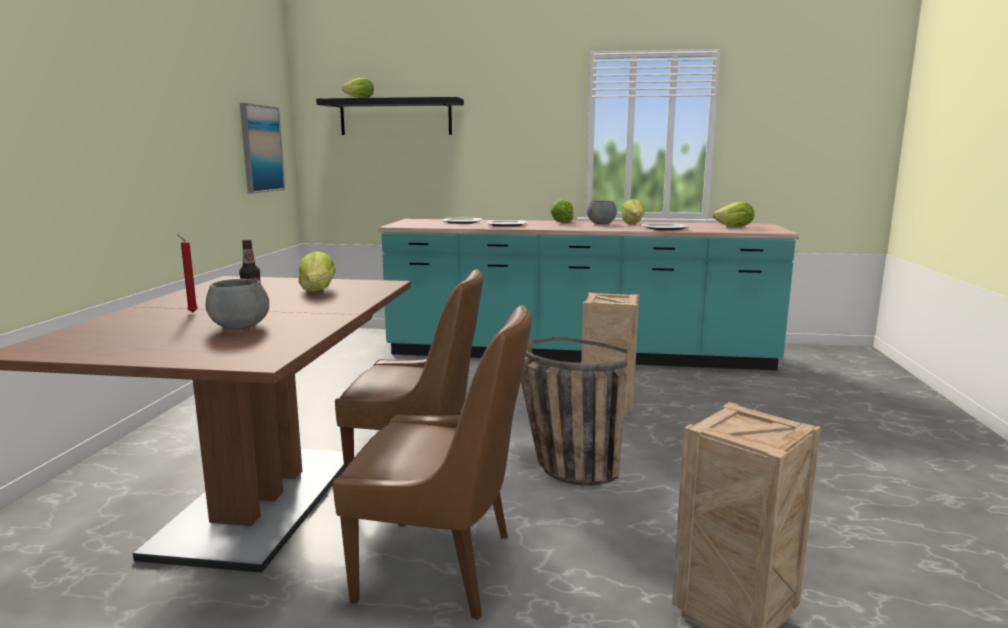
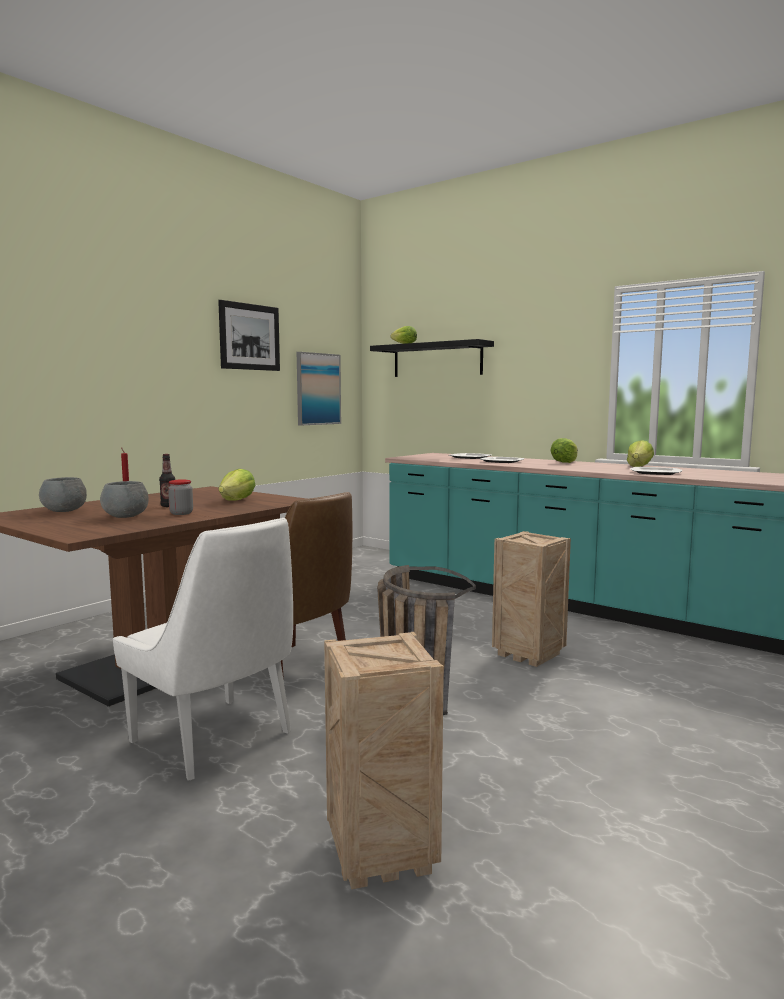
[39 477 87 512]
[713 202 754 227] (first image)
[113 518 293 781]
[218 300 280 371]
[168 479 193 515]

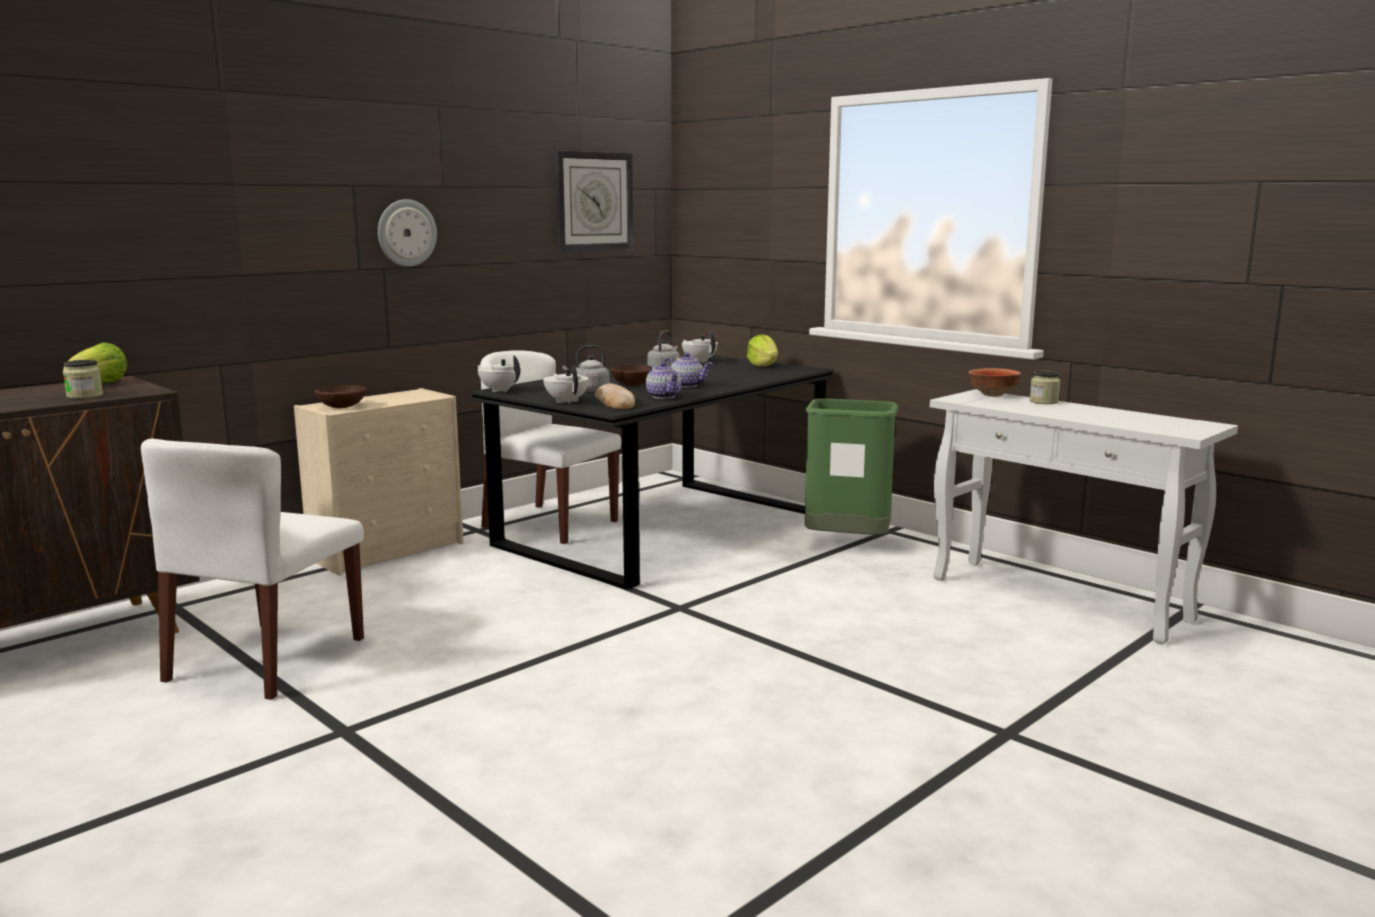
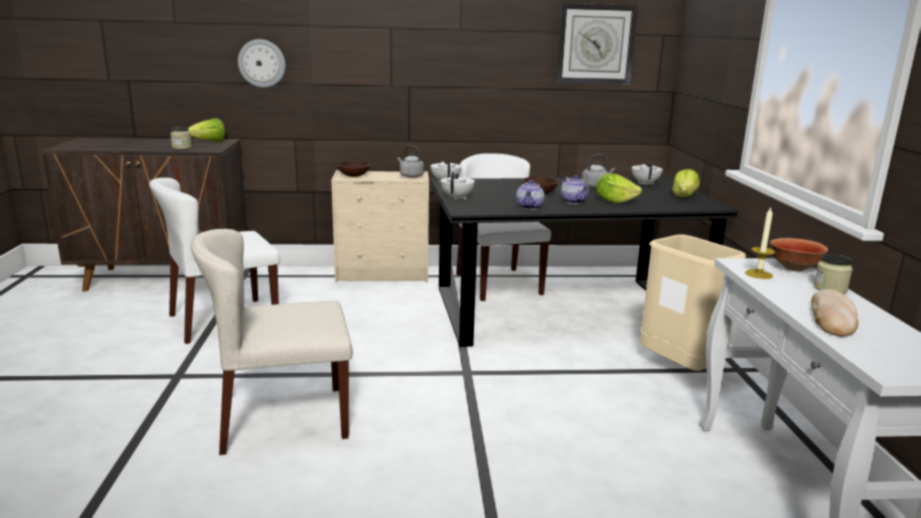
[238 39 285 88]
[397 146 424 178]
[811 289 858 337]
[640 234 746 371]
[596 173 642 203]
[745 207 775 279]
[191 229 353 455]

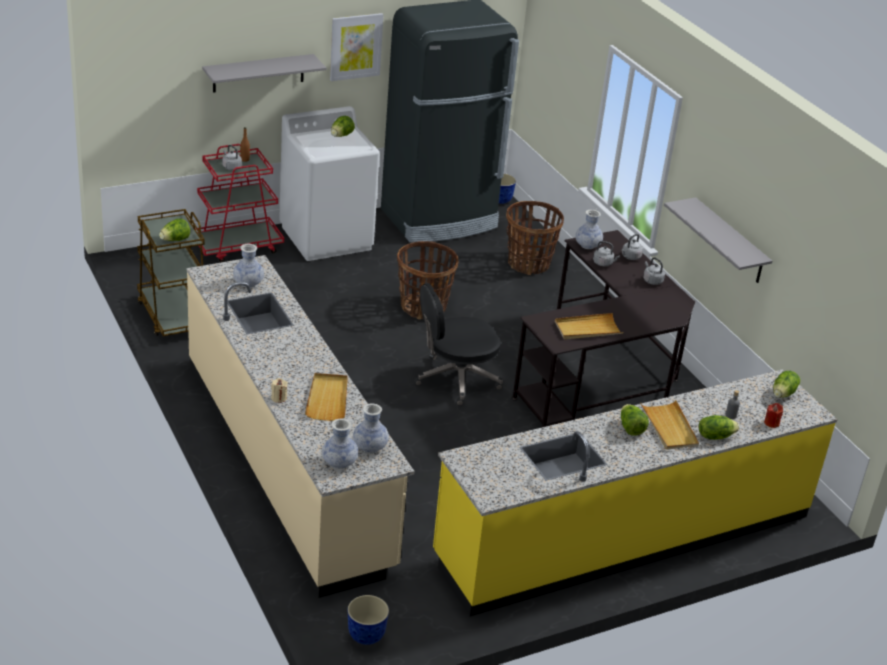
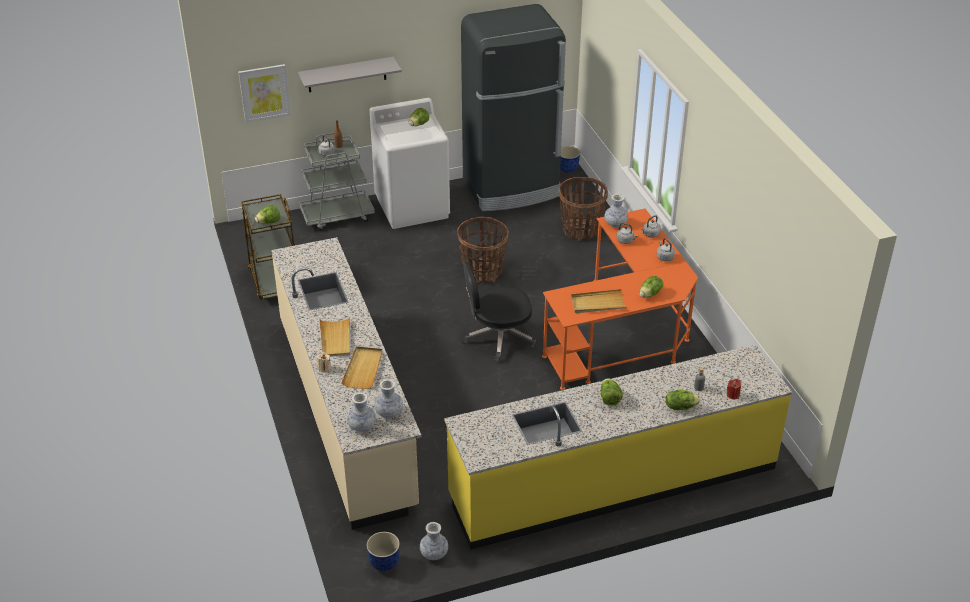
[239 64 291 123]
[299 133 375 231]
[664 197 772 283] (first image)
[542 209 698 390]
[420 522 448 560]
[639 276 663 297]
[319 317 350 357]

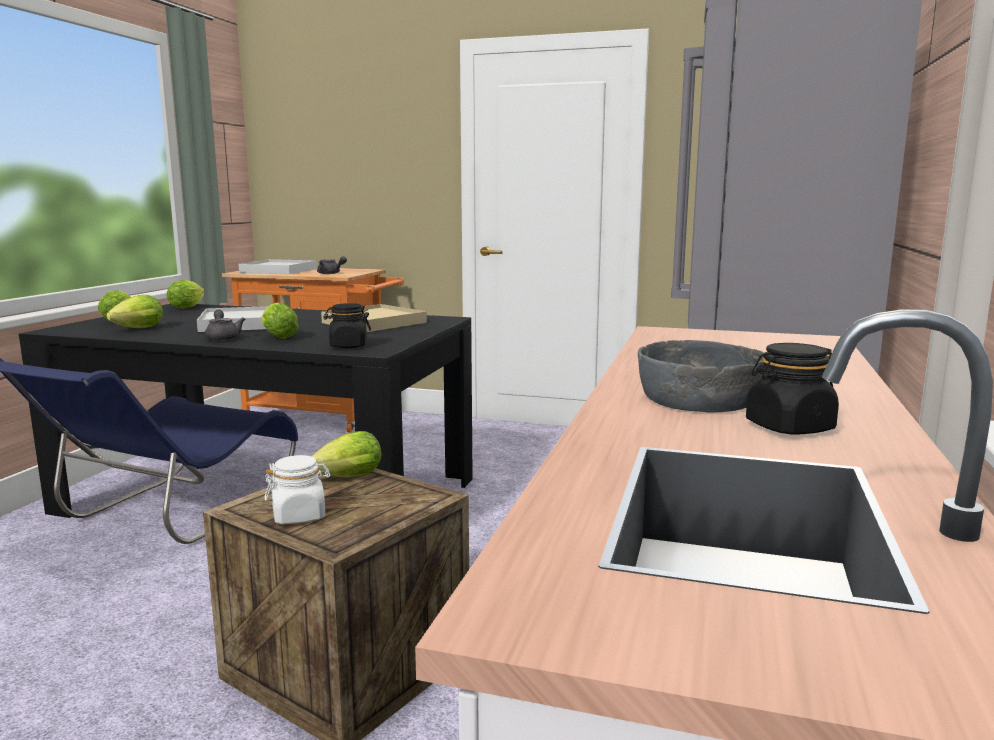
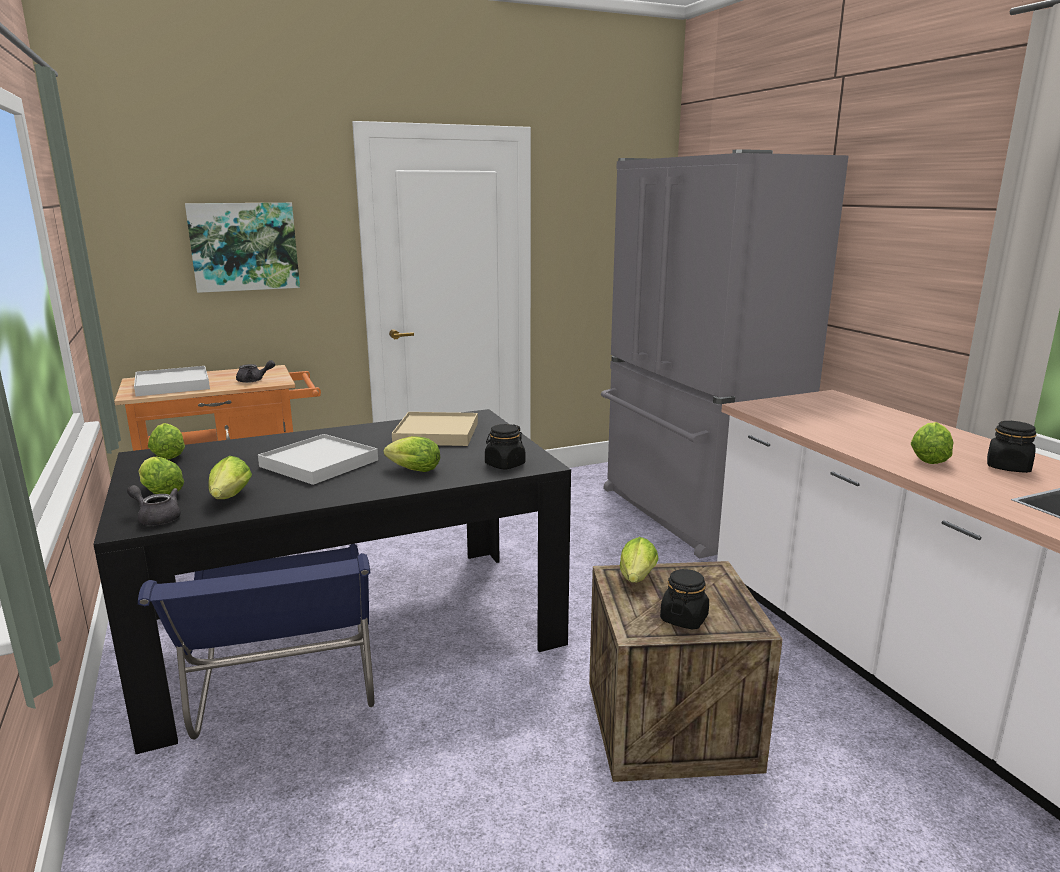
[127 485 181 525]
[911 422 953 464]
[660 569 709 630]
[185 203 300 293]

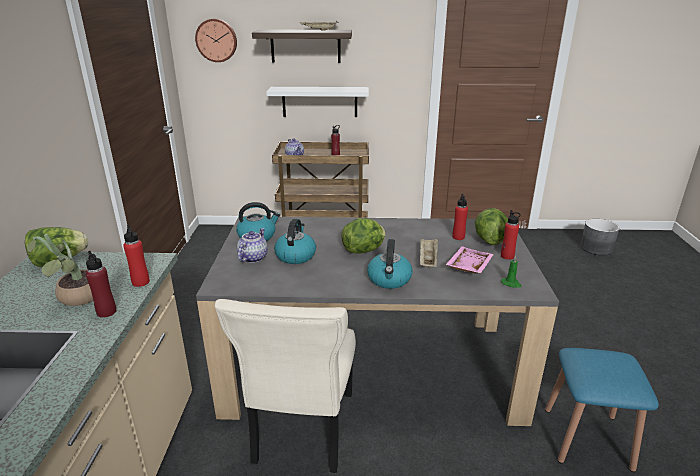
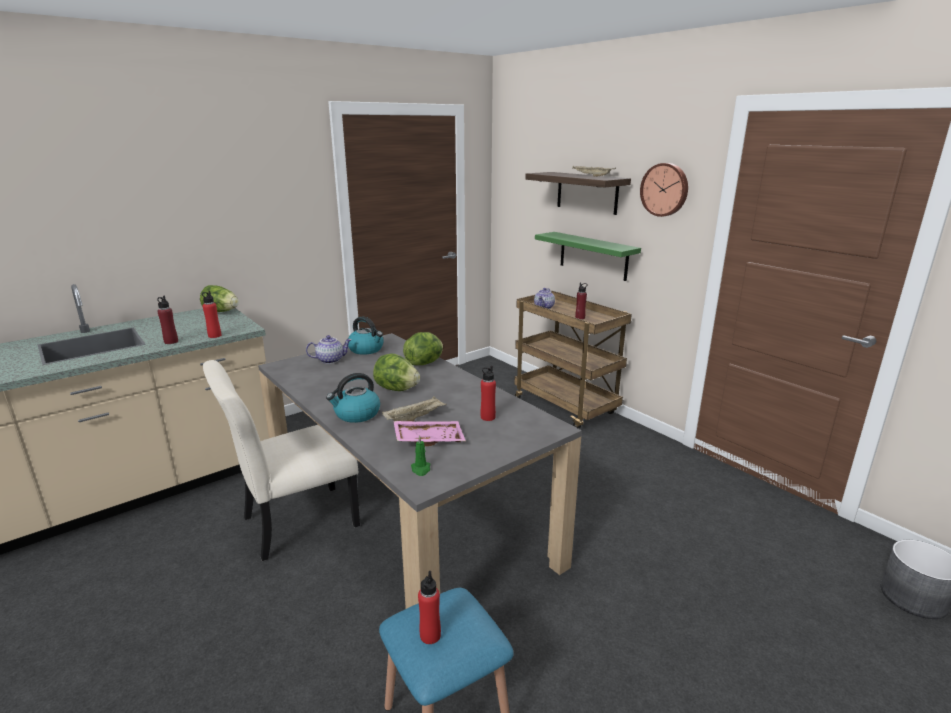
[640 163 688 217]
[535 232 641 281]
[403 332 443 365]
[418 571 441 644]
[274 219 316 264] (first image)
[27 234 93 306] (first image)

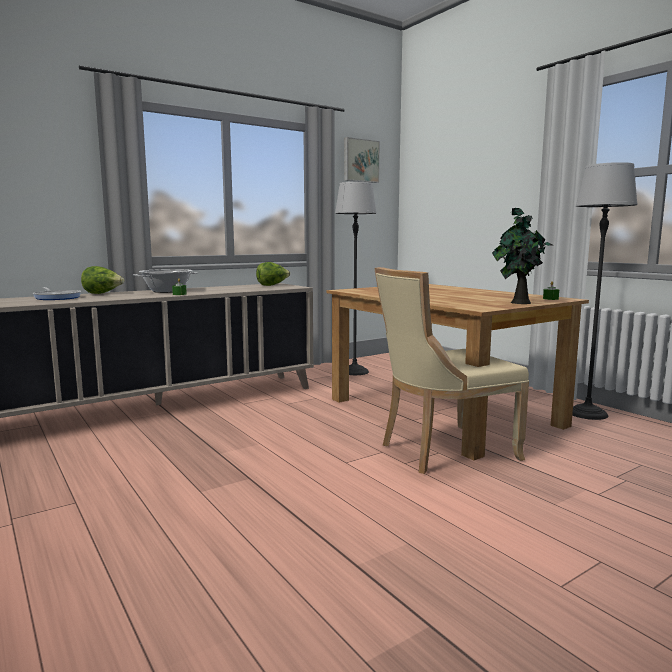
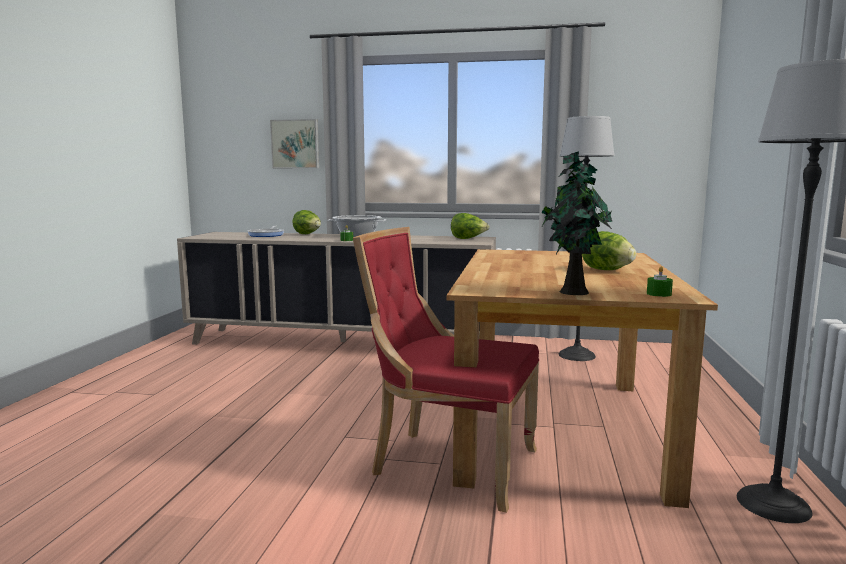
[270 119 319 168]
[353 227 539 513]
[582 231 636 270]

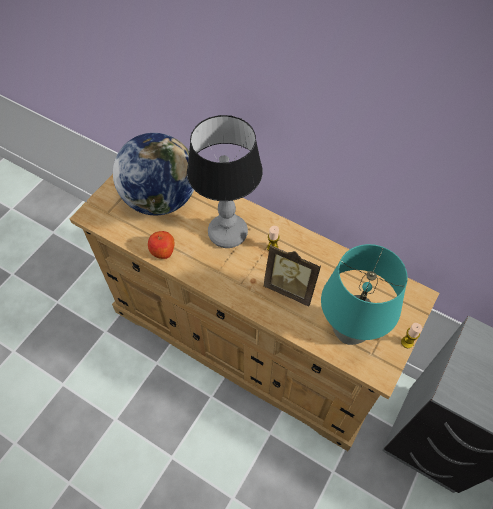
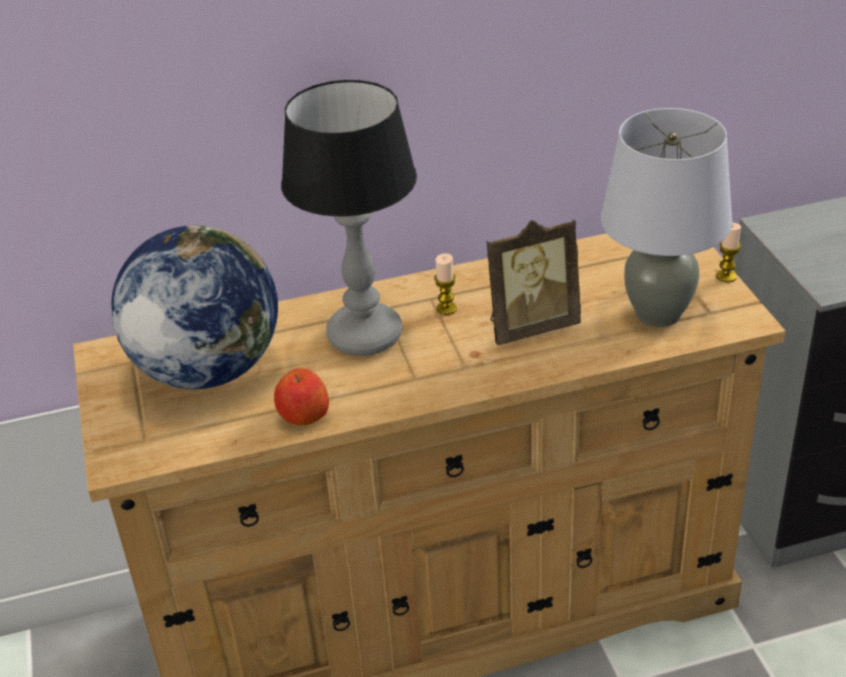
[601 108 732 327]

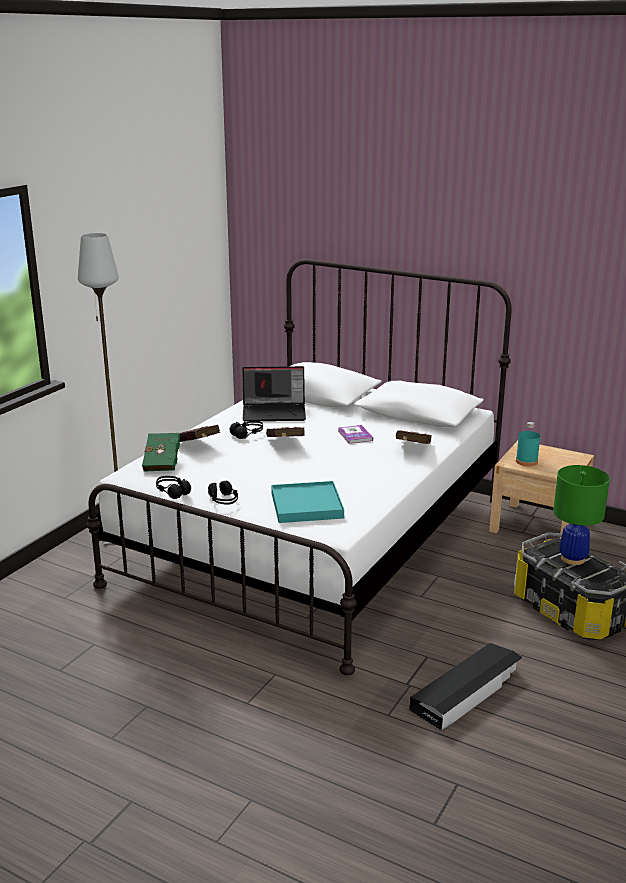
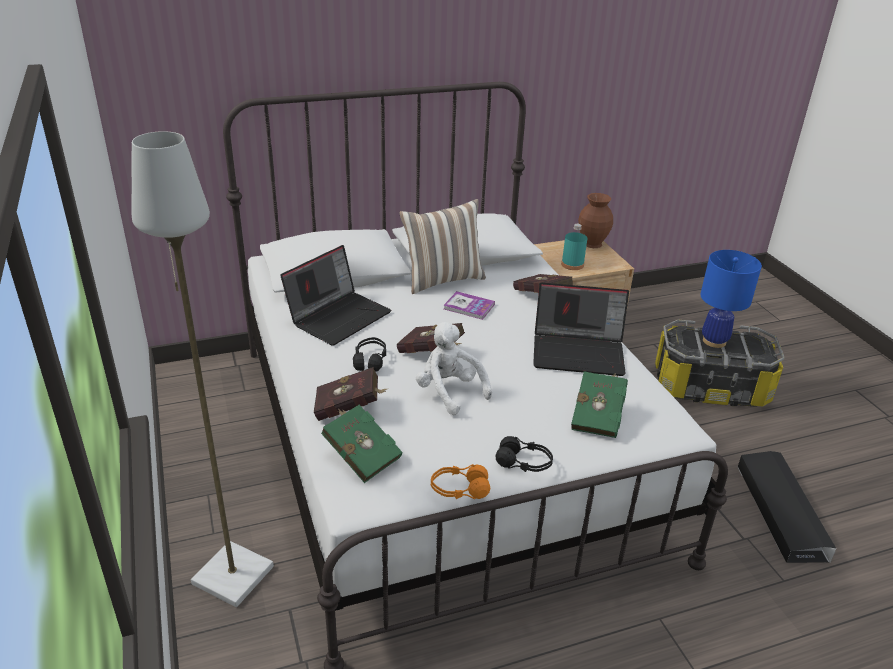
[700 250 762 348]
[431 464 490 499]
[571 371 628 438]
[578 193 613 248]
[400 199 486 294]
[533 283 629 376]
[416 322 492 415]

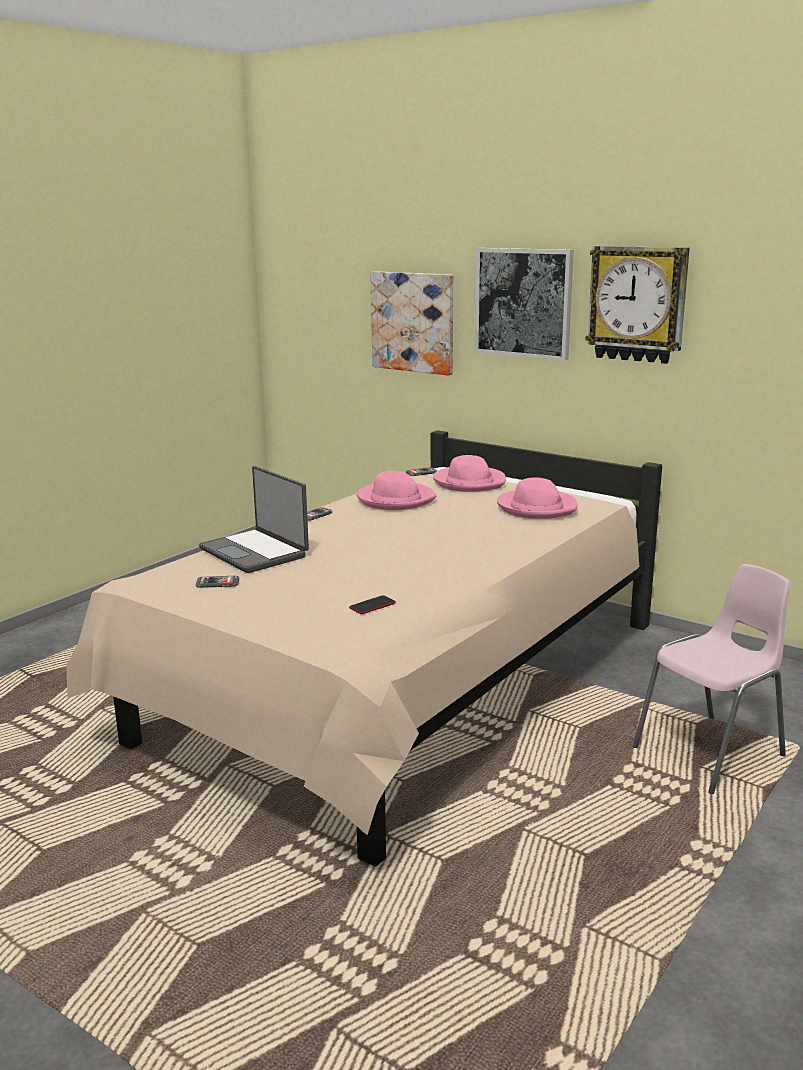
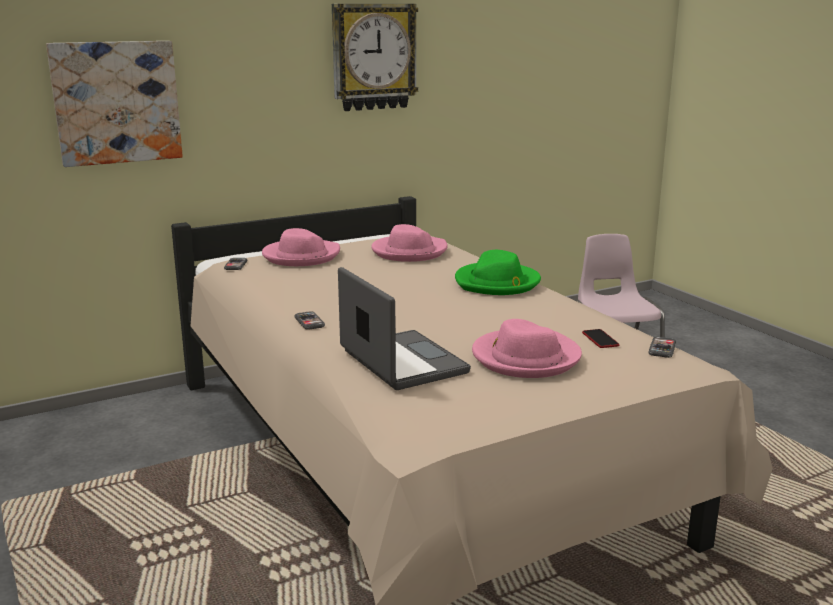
[475 248 574 361] (first image)
[338 267 471 390]
[472 319 582 378]
[648 337 676 358]
[455 250 541 295]

